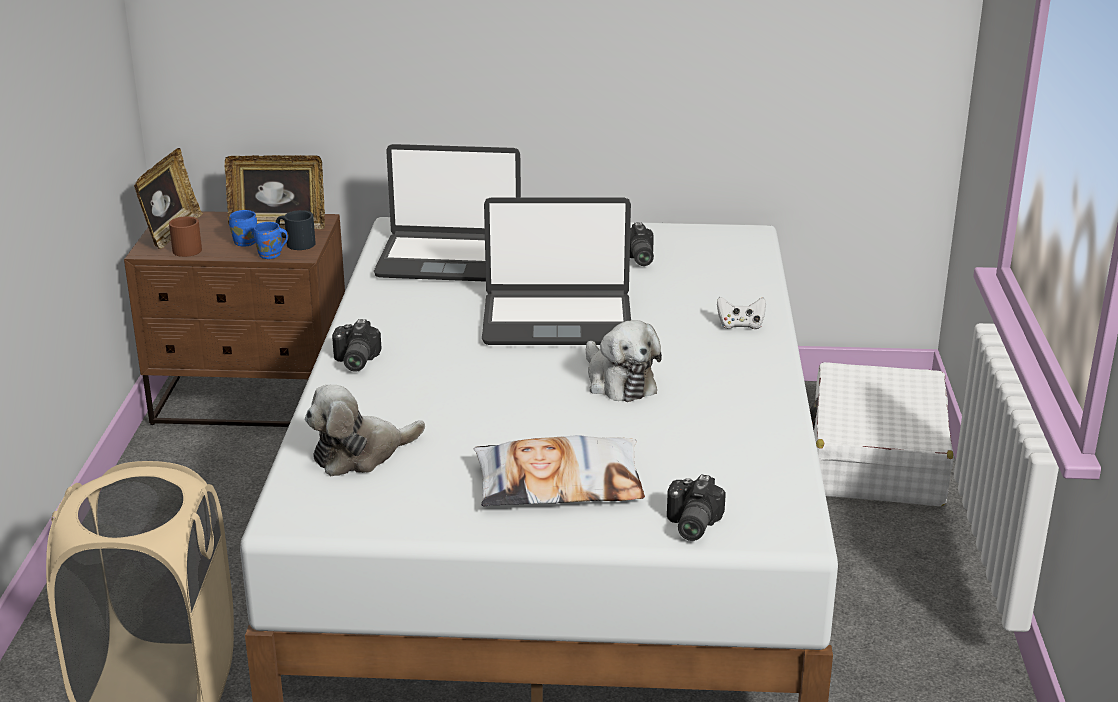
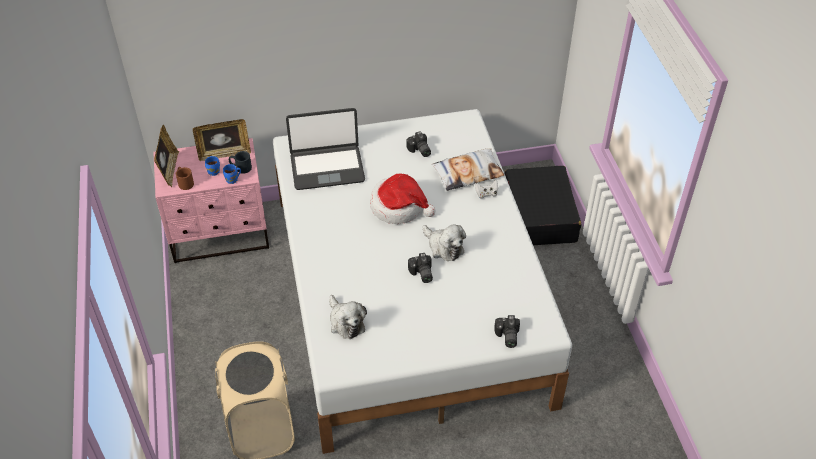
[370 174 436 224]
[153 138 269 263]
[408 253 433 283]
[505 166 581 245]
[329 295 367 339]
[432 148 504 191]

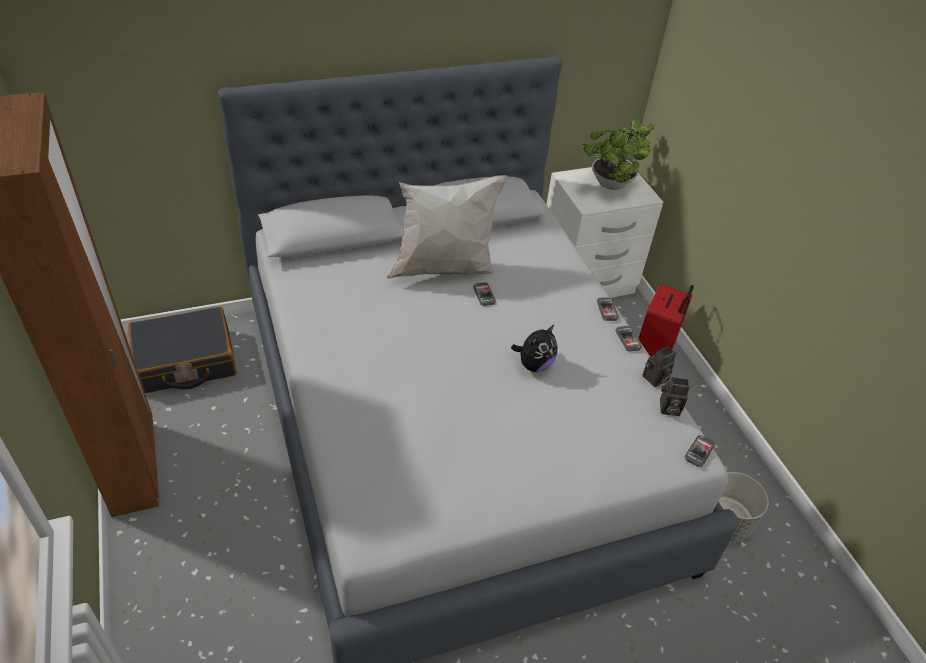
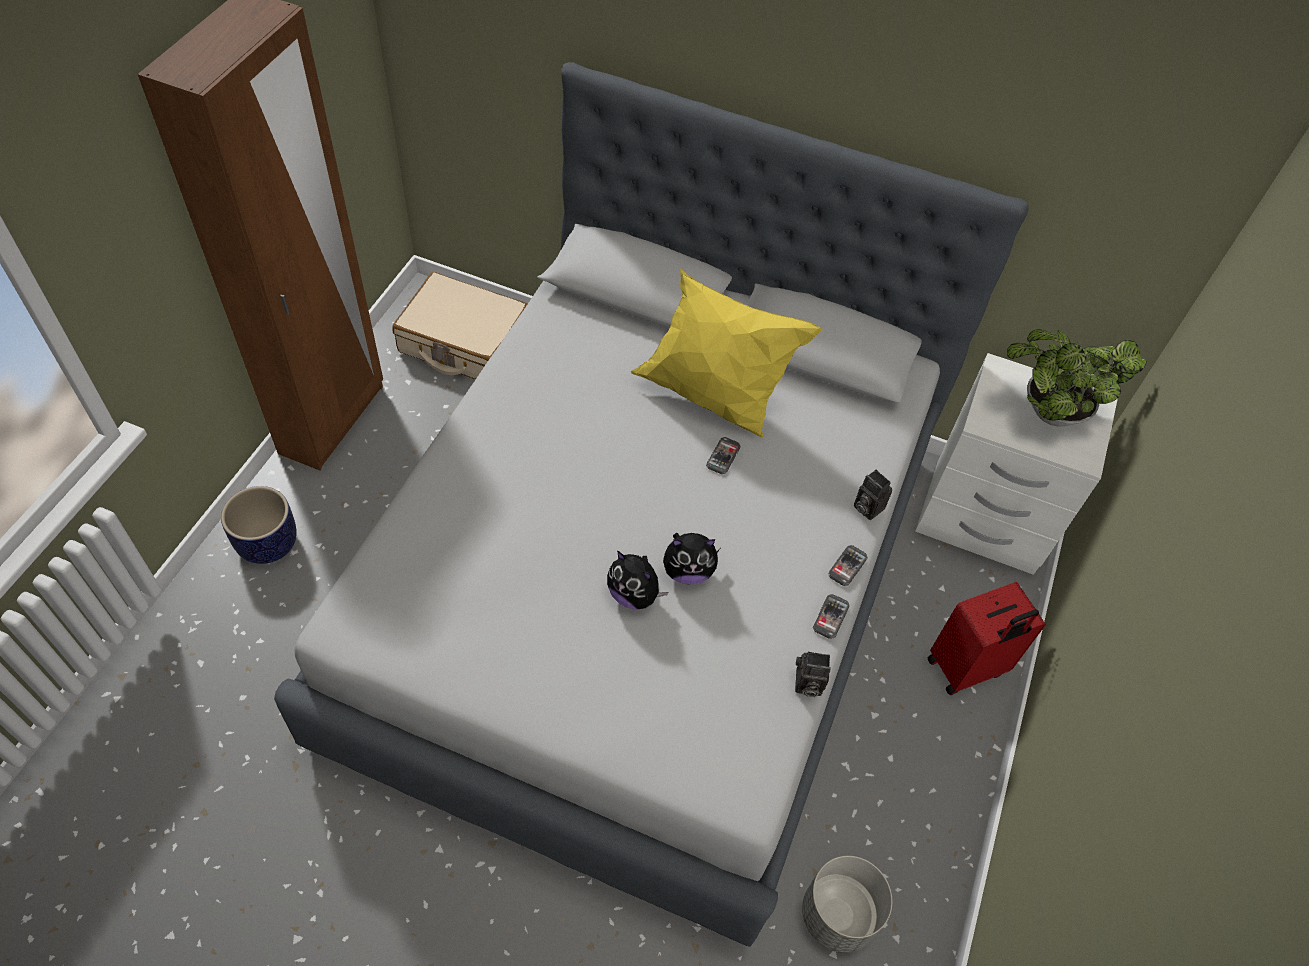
[631 268 822 438]
[393 272 527 380]
[853 470 892 520]
[685 435 715 467] (first image)
[221 486 297 564]
[607 551 668 610]

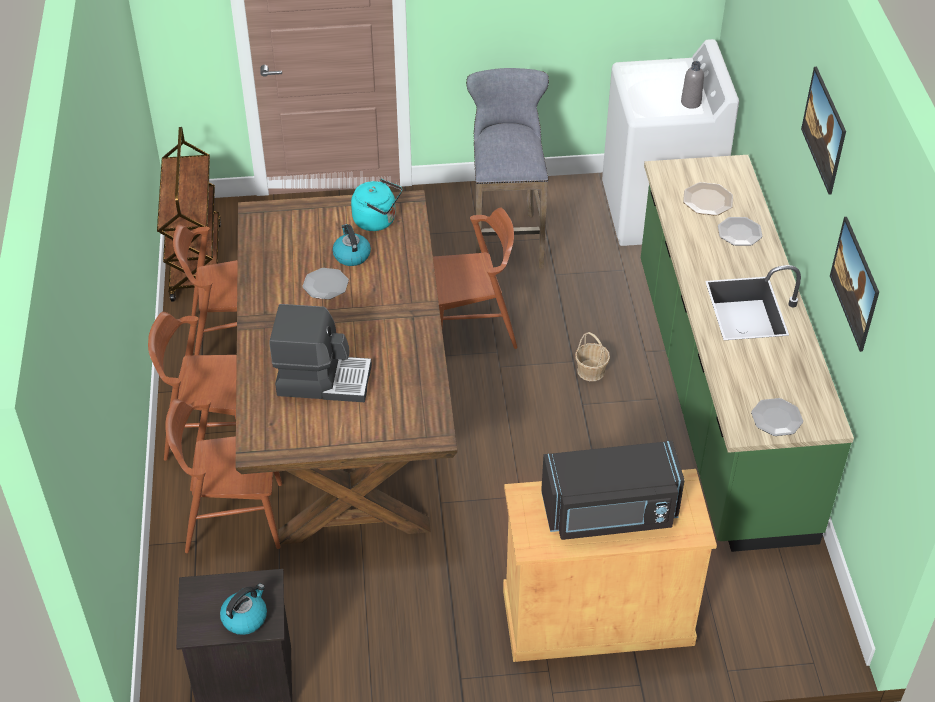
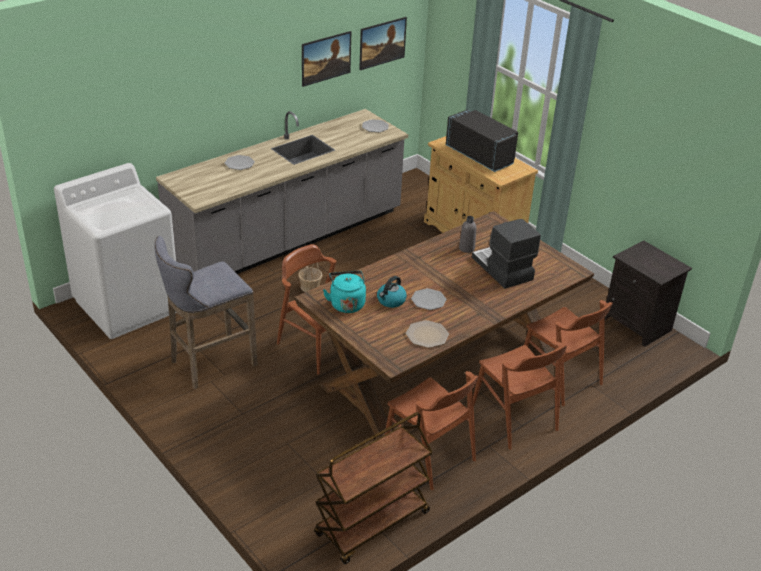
[459 216 476 253]
[359 17 407 70]
[156 109 408 274]
[406 320 449 348]
[220 583 267 635] (first image)

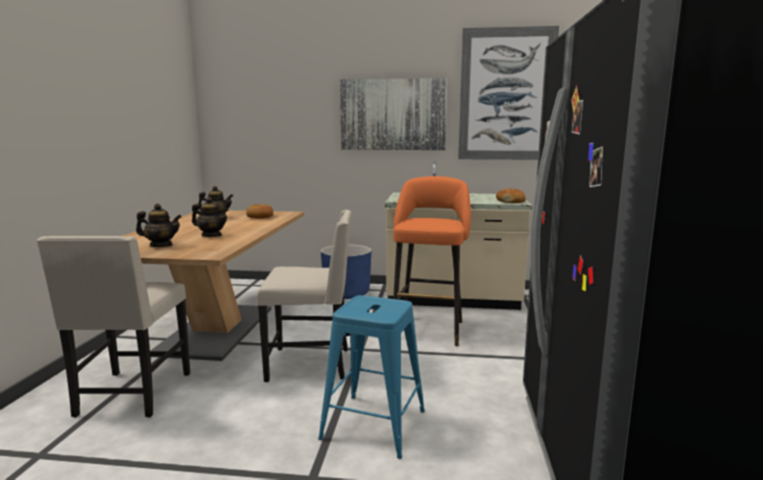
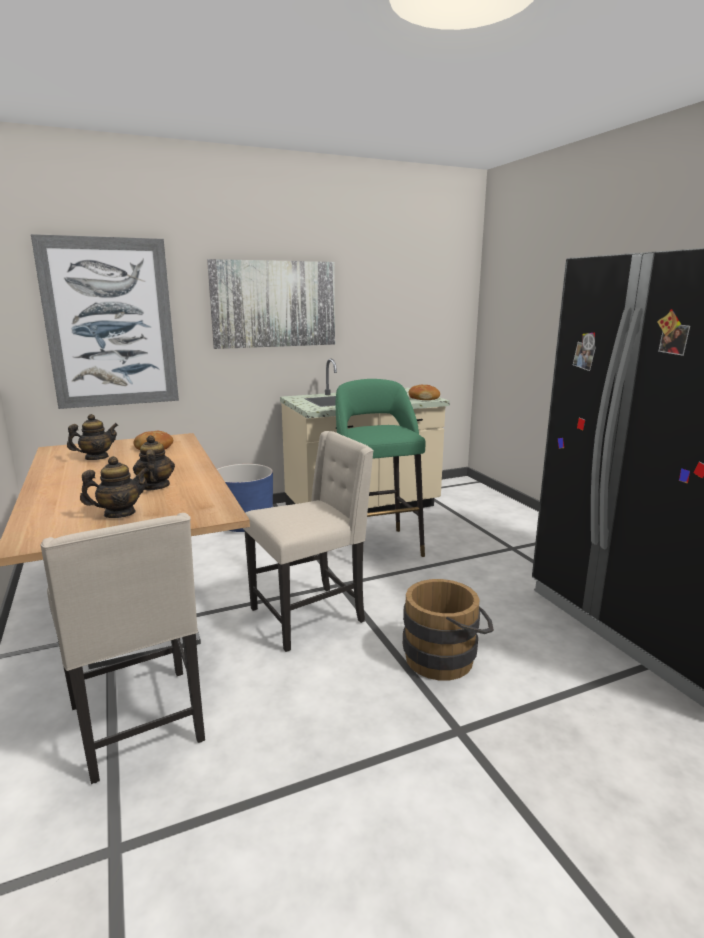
[31 234 179 409]
[336 379 425 557]
[133 435 175 490]
[403 579 494 681]

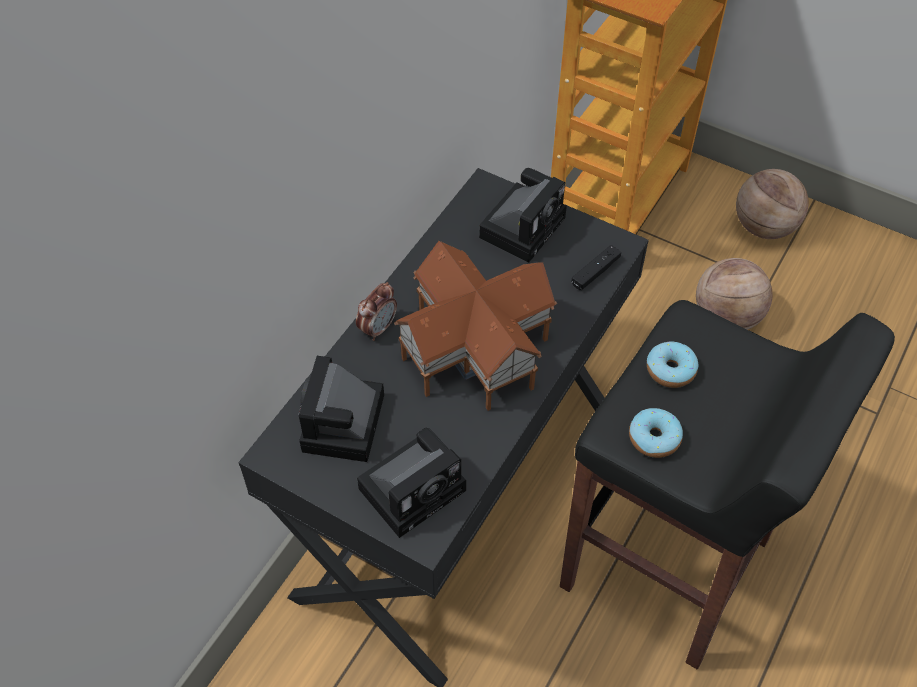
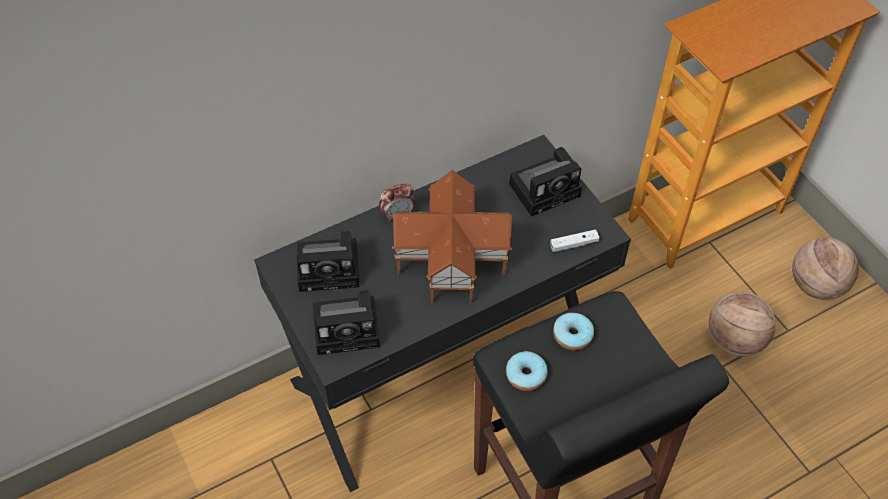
[550 229 600 252]
[297 231 359 292]

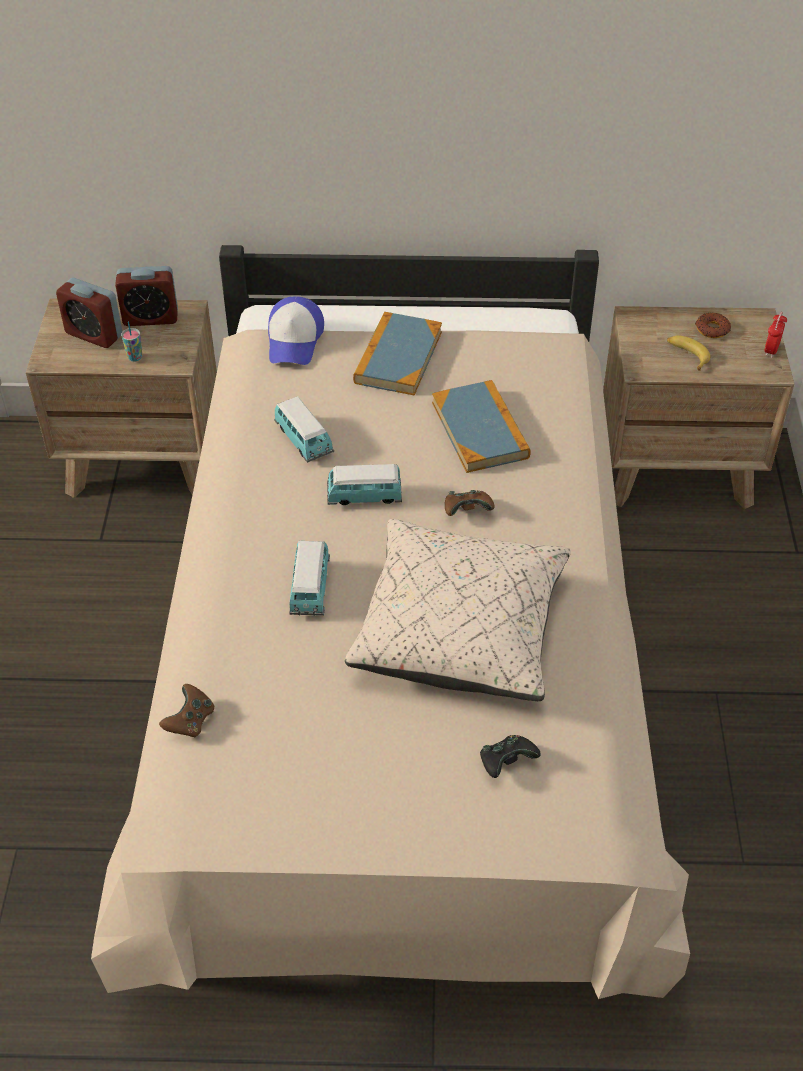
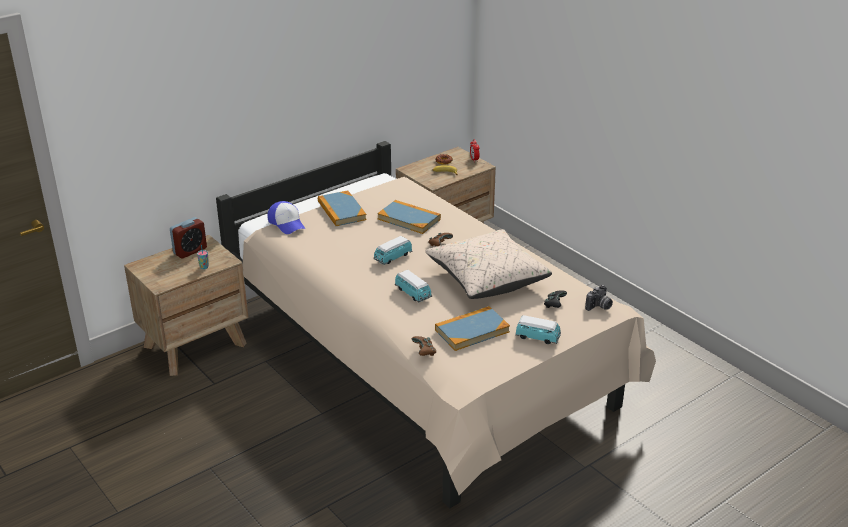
[56 278 122 348] (first image)
[515 315 561 344]
[585 285 613 311]
[435 306 510 351]

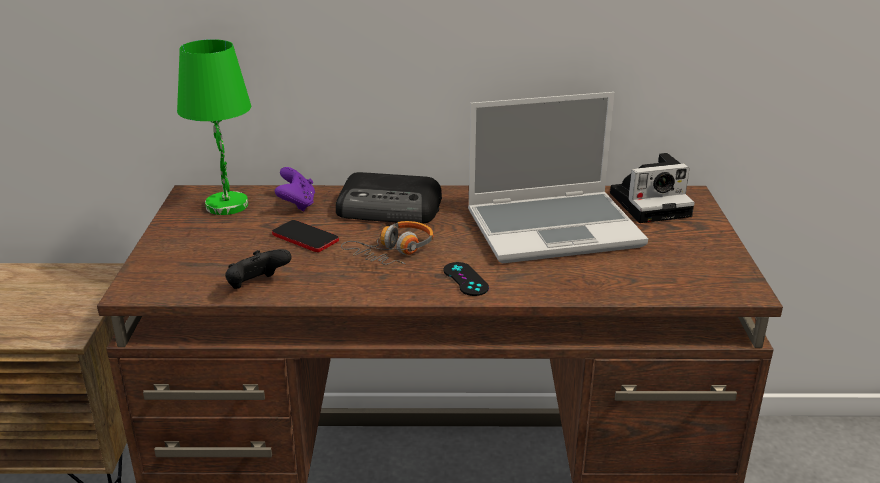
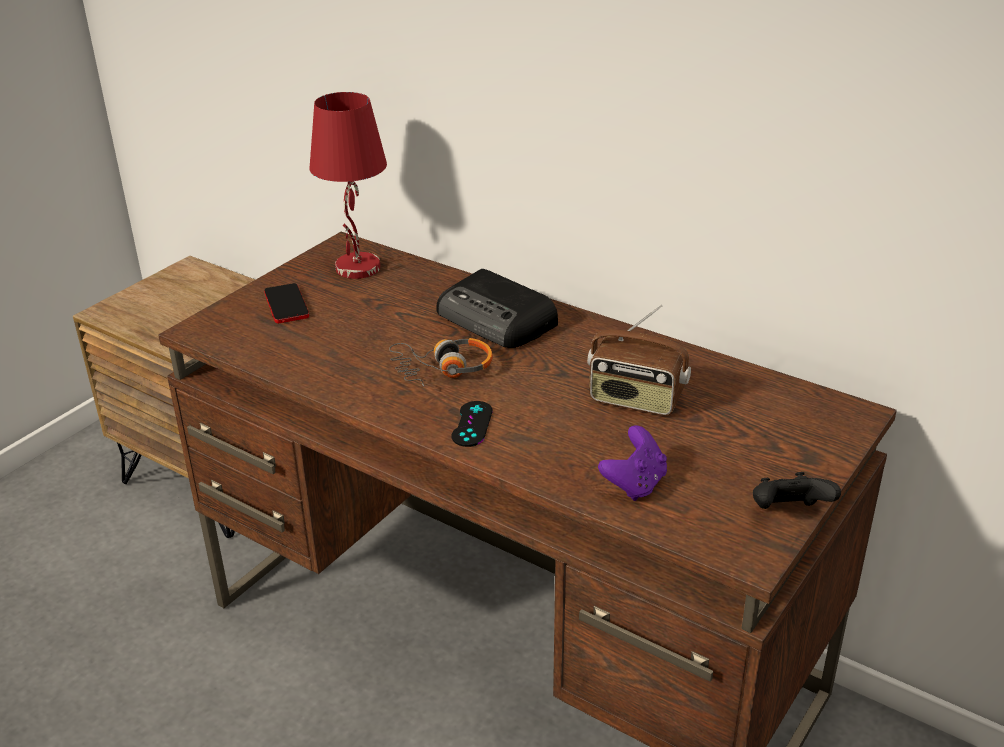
[309 92 387 279]
[587 305 691 416]
[610 153 695 223] (first image)
[598 425 667 501]
[264 283 309 324]
[753 472 841 509]

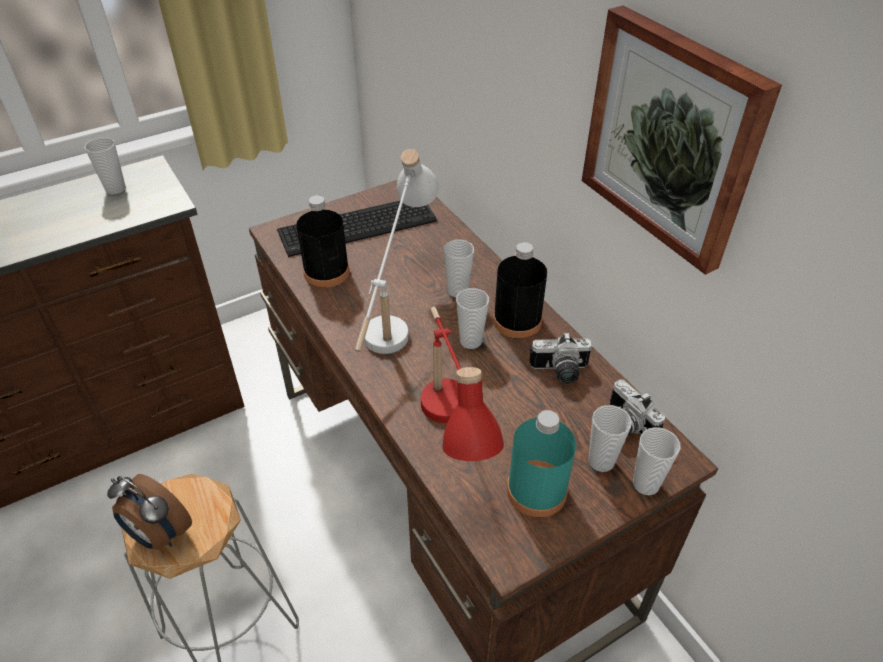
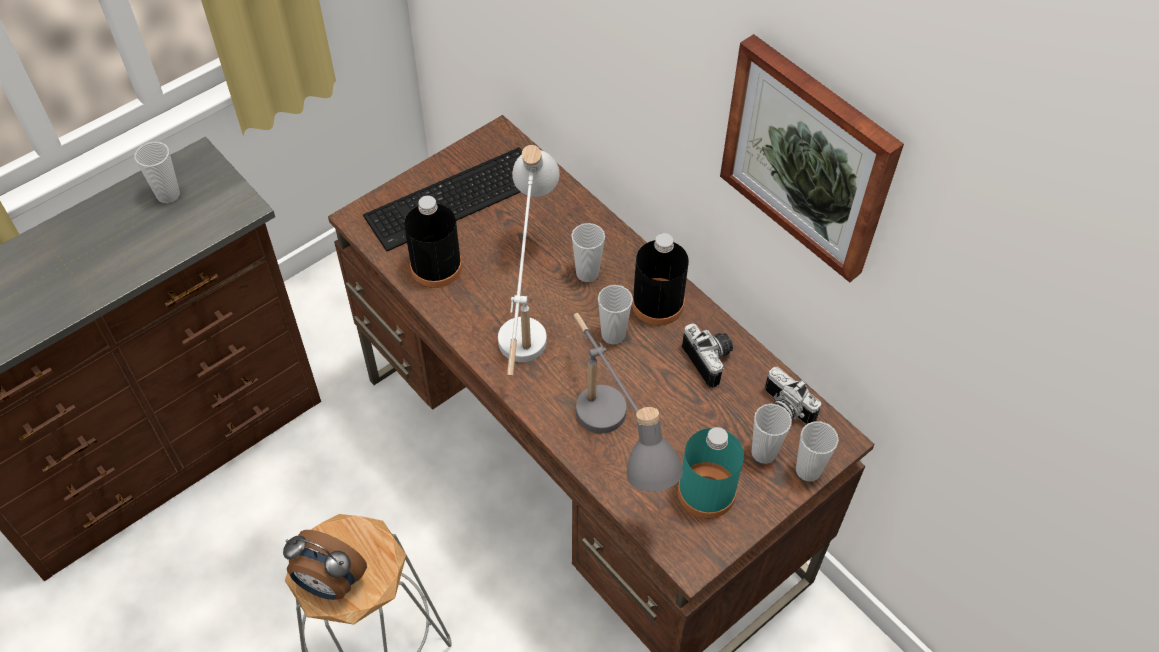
[574 313 683 492]
[682 324 733 388]

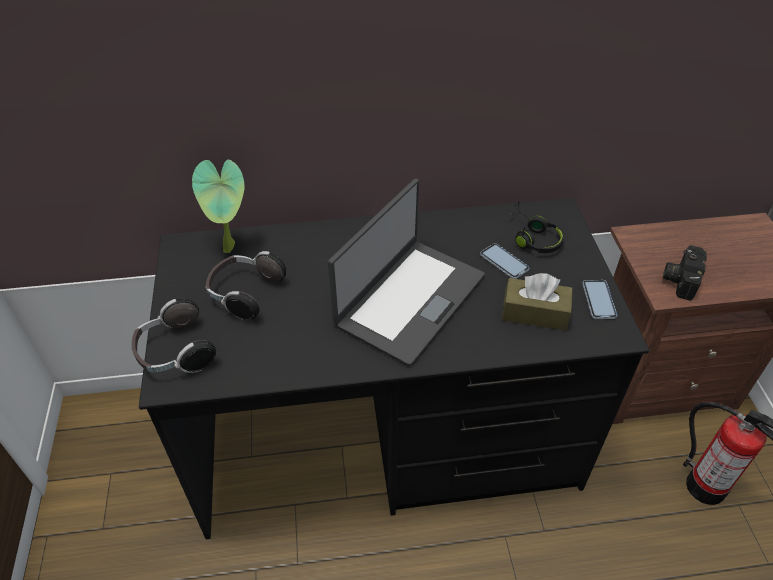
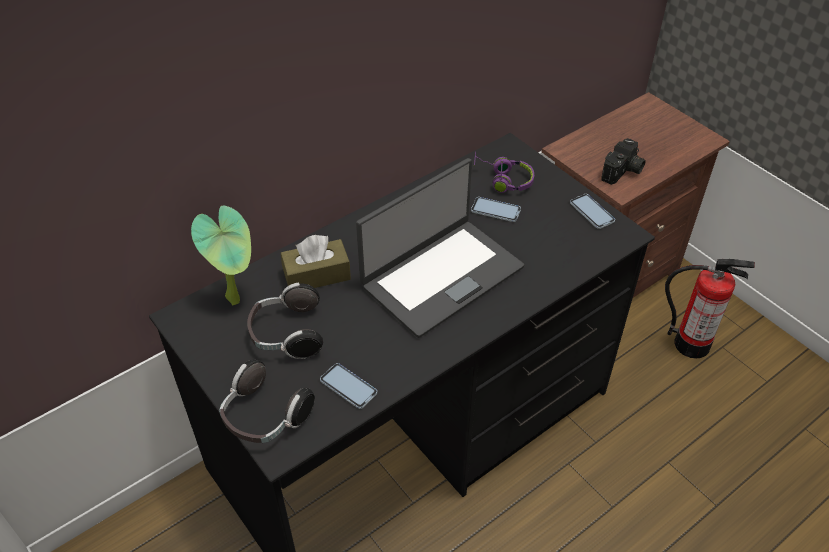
[356 158 524 338]
[474 152 534 193]
[602 138 646 185]
[281 235 351 288]
[320 363 377 409]

